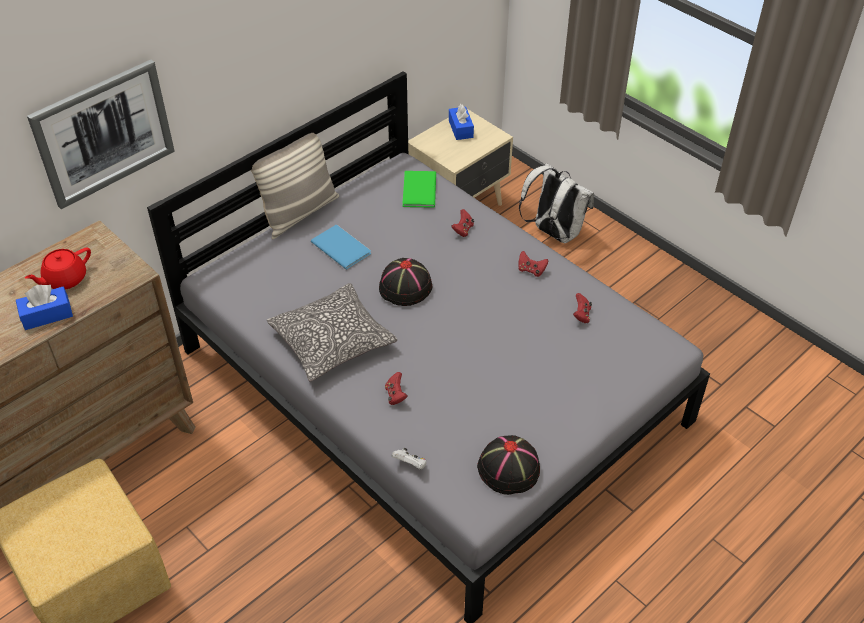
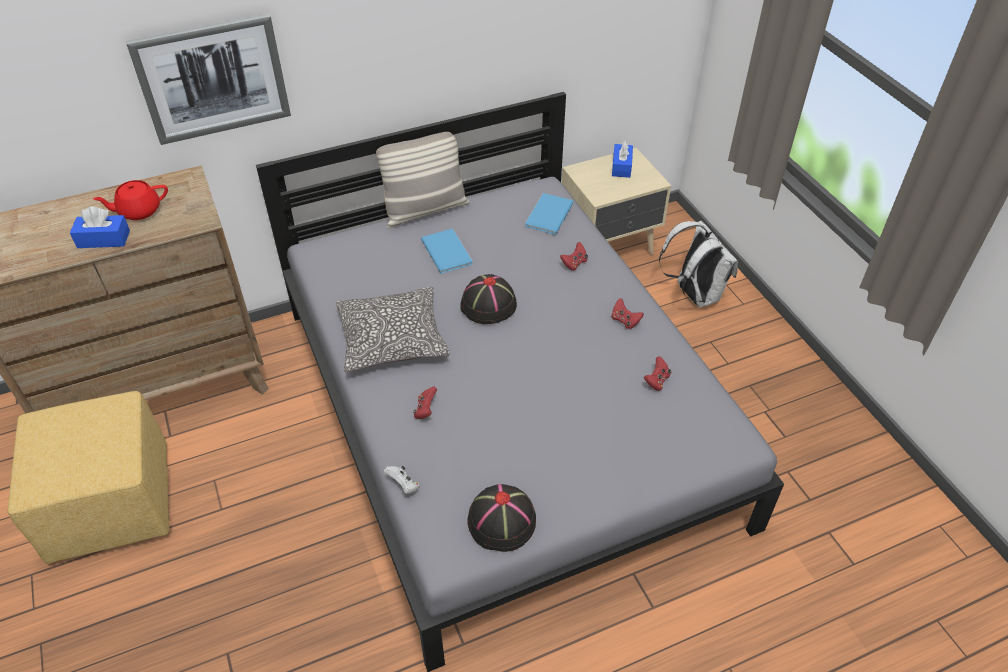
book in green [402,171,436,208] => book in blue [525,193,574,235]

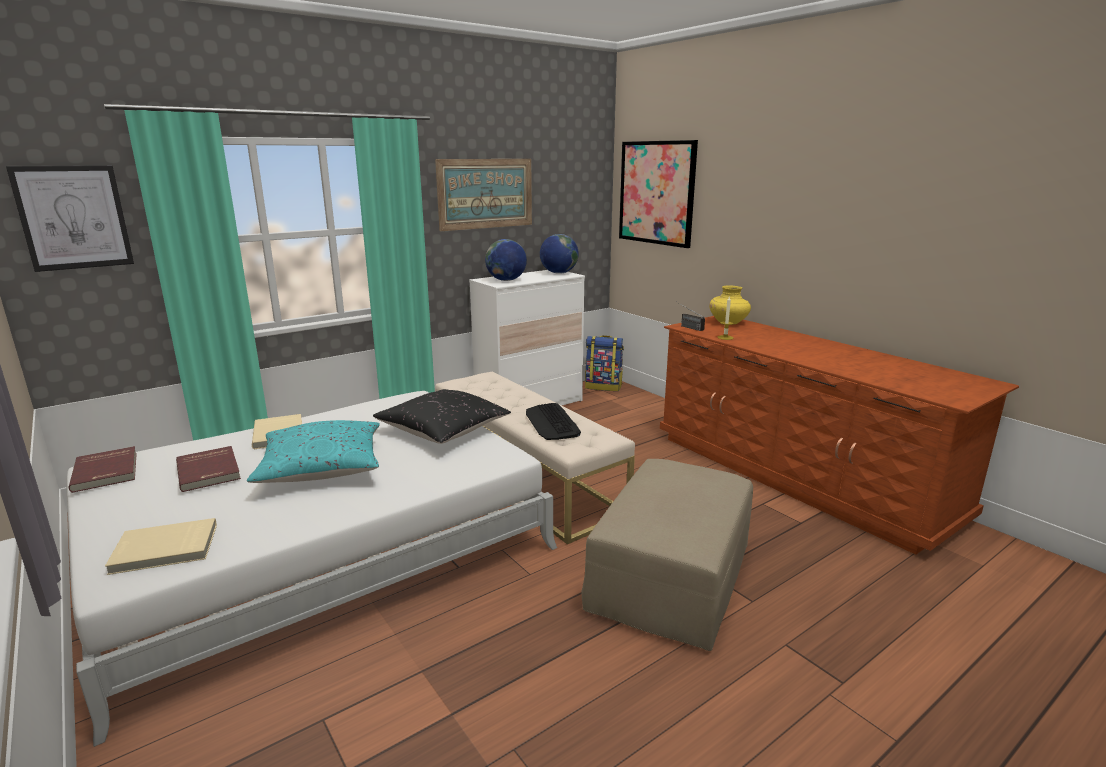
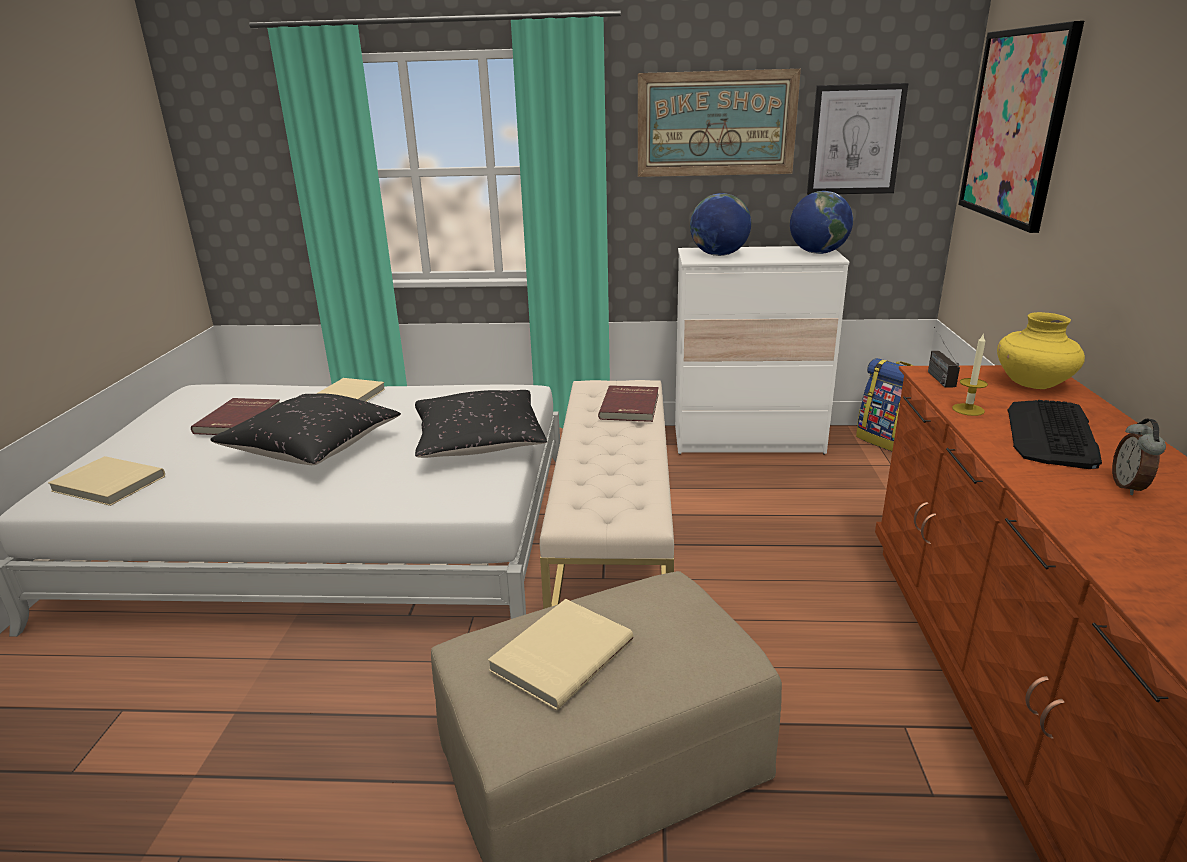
nothing => book in beige [488,599,633,710]
nothing => alarm clock [1112,419,1166,495]
picture [6,165,134,272] => picture [807,83,908,195], moved
book in red [69,446,137,493] => book in red [598,385,659,422], moved
keyboard [526,403,581,440] => keyboard [1008,400,1102,469], moved
pillow in turquoise [247,420,380,483] => pillow in black [210,394,401,465]

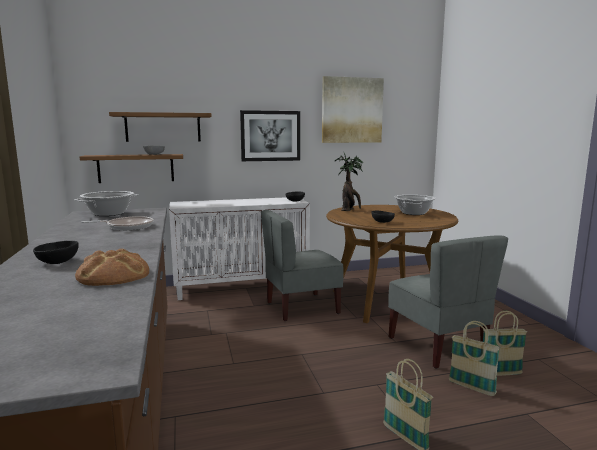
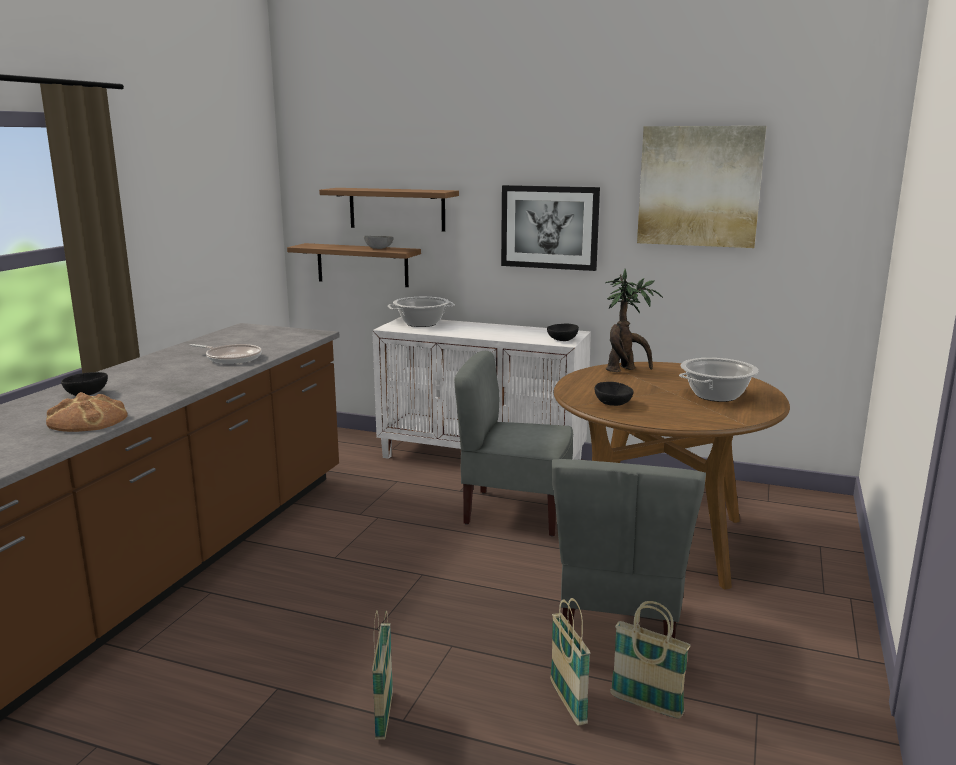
cooking pot [75,191,138,216] => cooking pot [388,297,455,327], moved

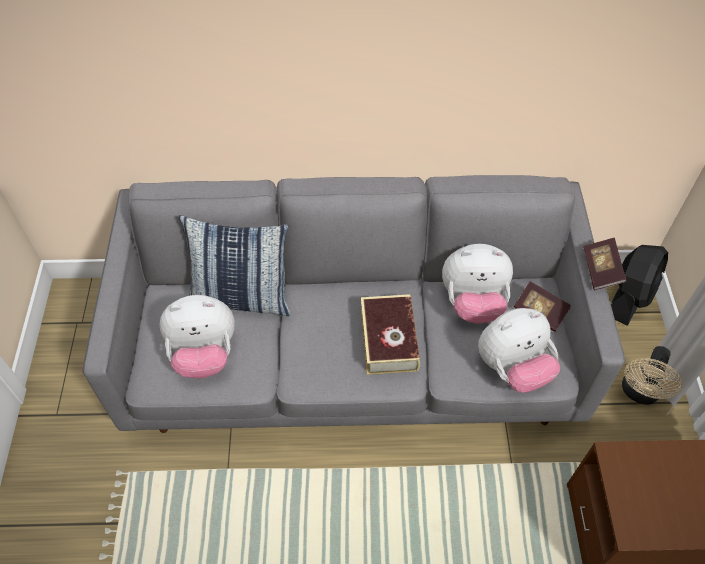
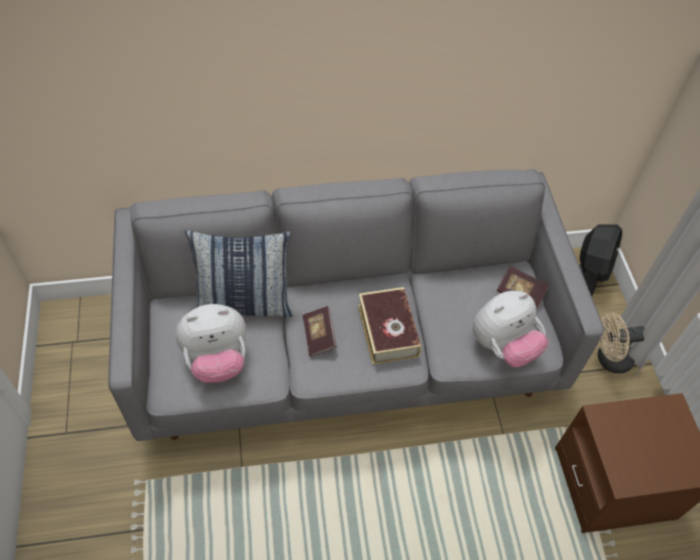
plush toy [442,244,513,324] => nothing
book [583,238,627,290] => book [303,306,337,357], moved
fan in beige [622,346,682,405] => fan in beige [598,312,645,374], 60 degrees clockwise

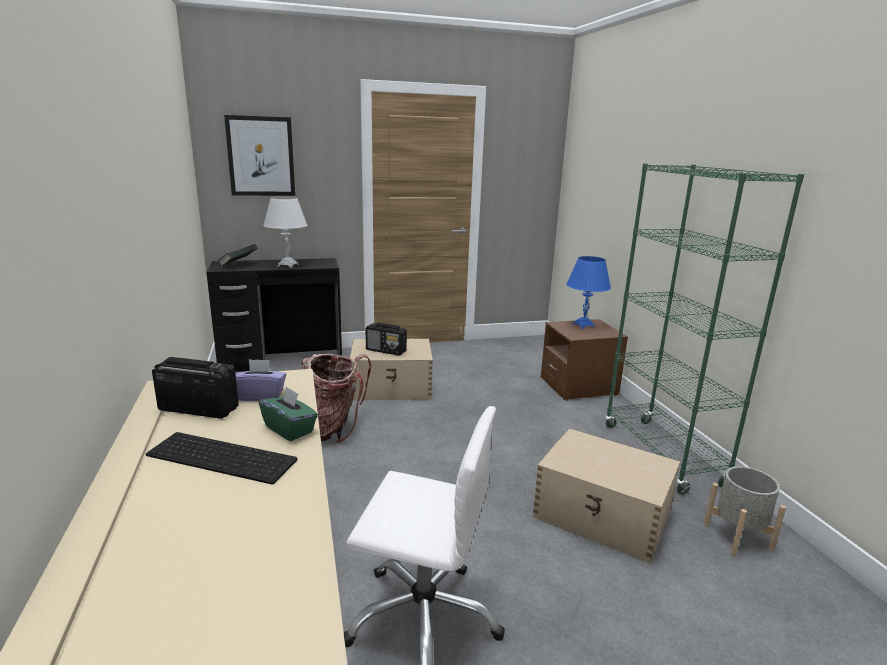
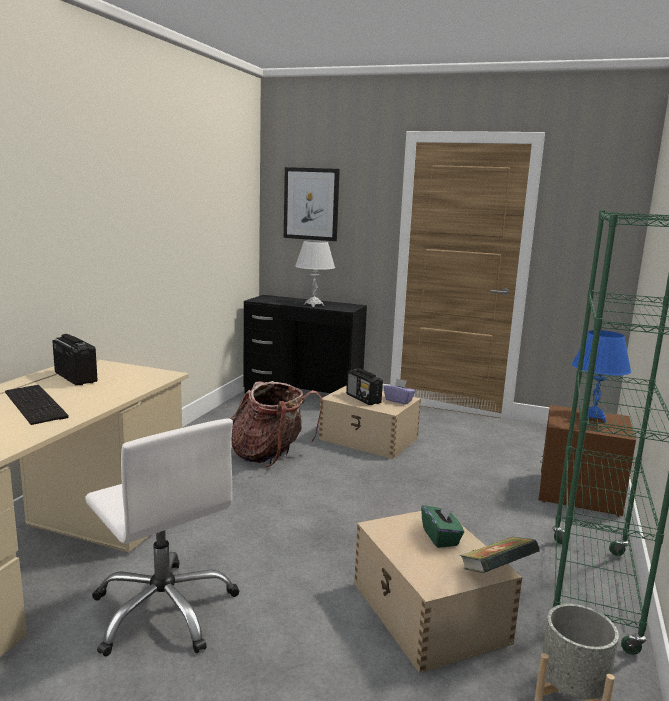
book [219,243,258,267] => book [459,537,540,573], moved
tissue box in purple [236,359,287,401] => tissue box in purple [384,378,415,404], moved
tissue box in green [259,386,318,441] => tissue box in green [421,501,464,548], moved

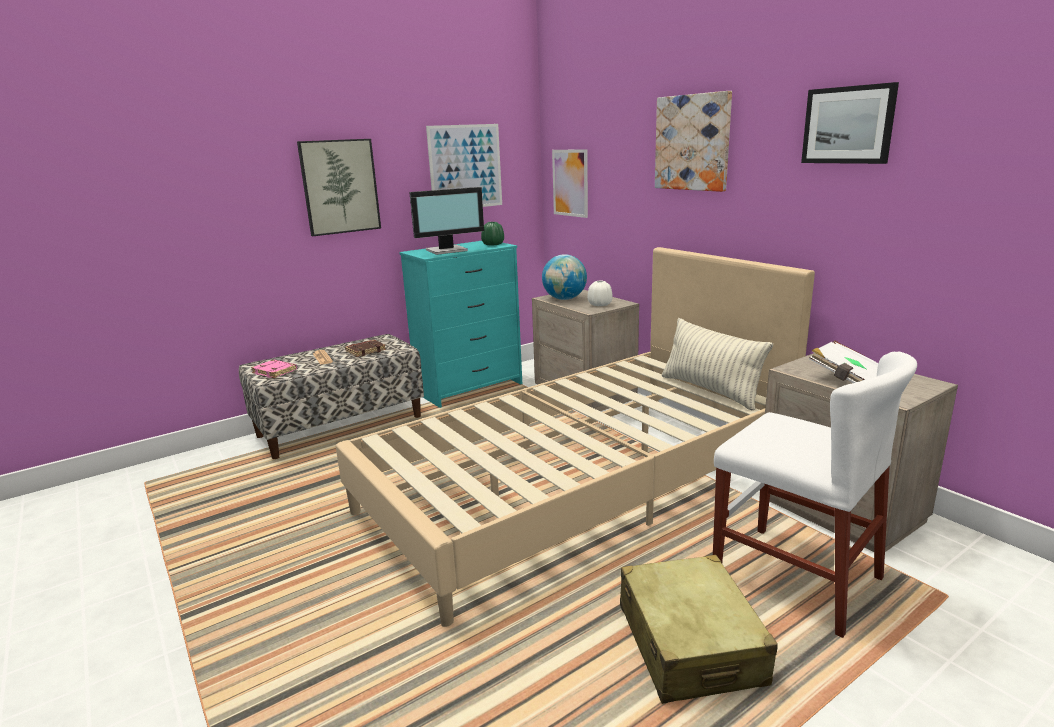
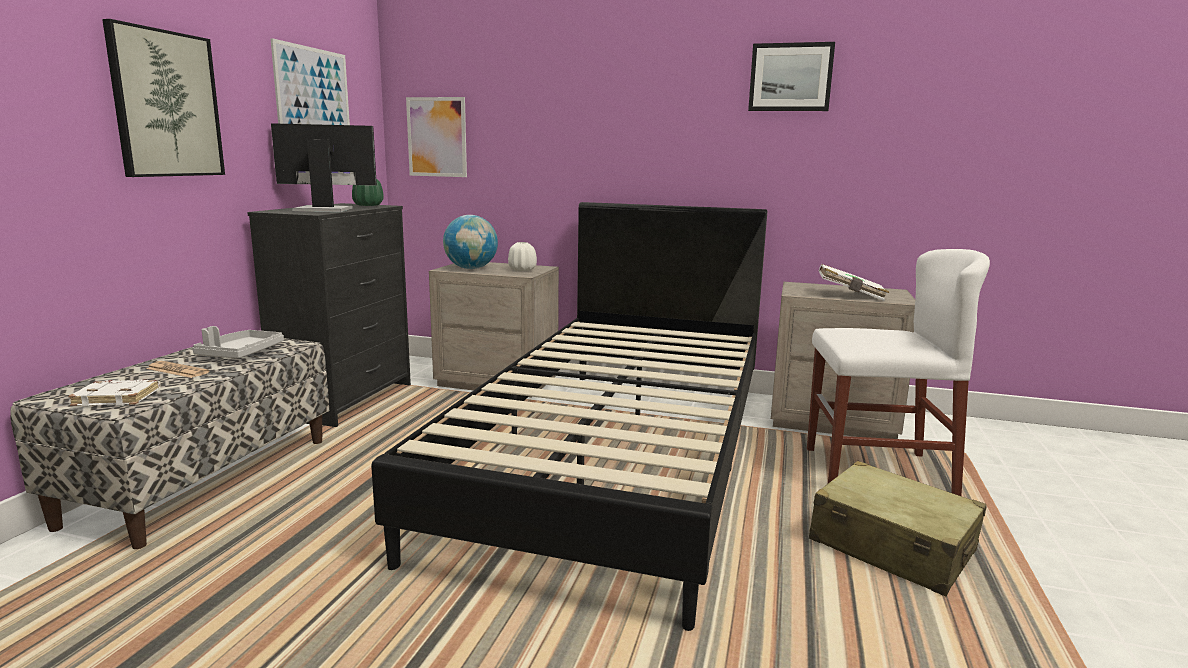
picture [655,91,732,192] => nothing
pillow [662,318,773,410] => nothing
book in brown [345,340,386,357] => tray in grey [192,326,284,358]
book in pink [251,360,297,378] => book in white [68,380,160,407]
bed in beige [336,247,815,627] => bed in black [371,202,767,631]
dresser in turquoise [399,241,522,408] => dresser in black [247,203,411,427]
monitor [409,187,484,255] => monitor [271,123,377,212], 120 degrees counterclockwise

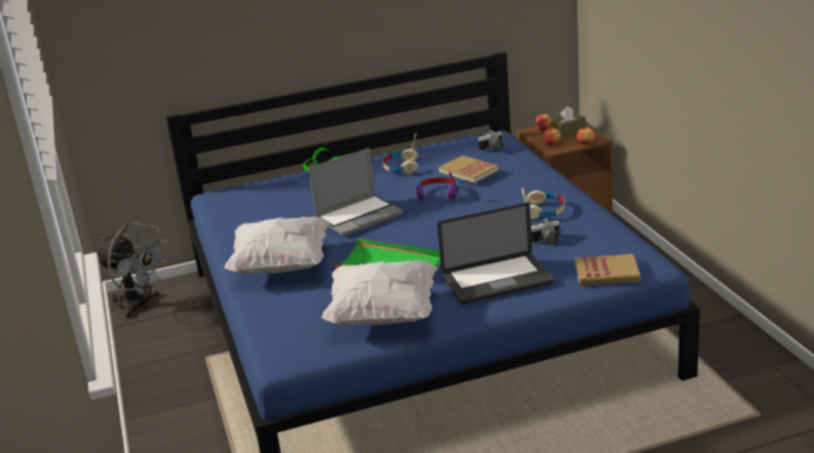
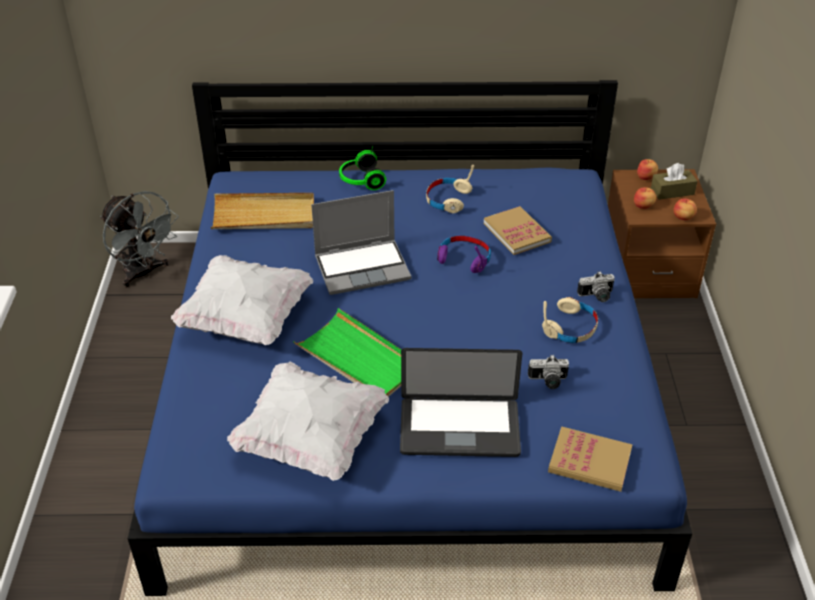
nothing => tray in beige [211,193,314,229]
photo camera [478,130,503,152] => photo camera [577,271,615,302], moved

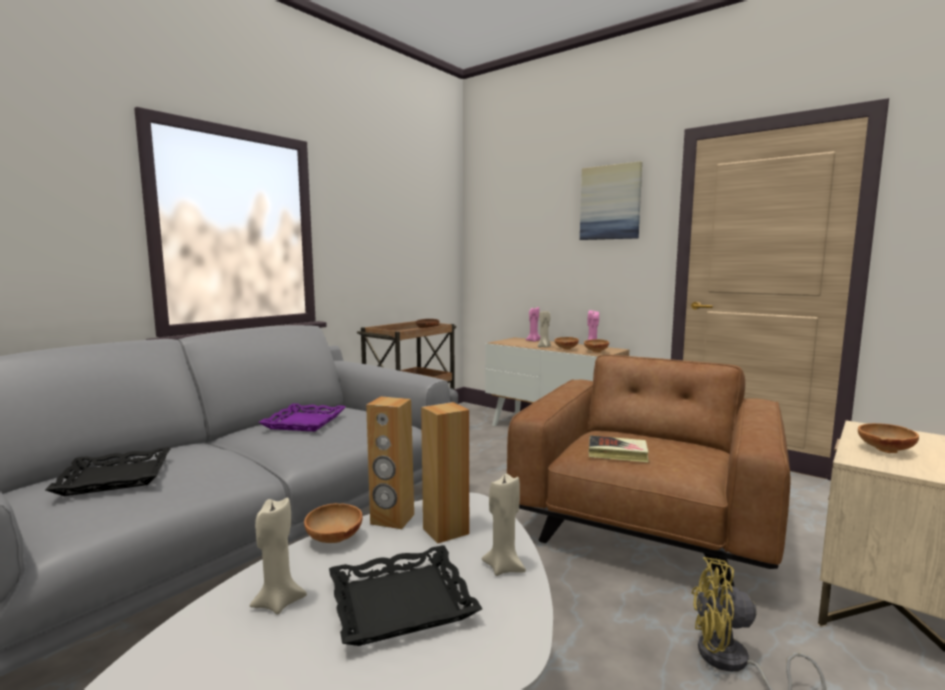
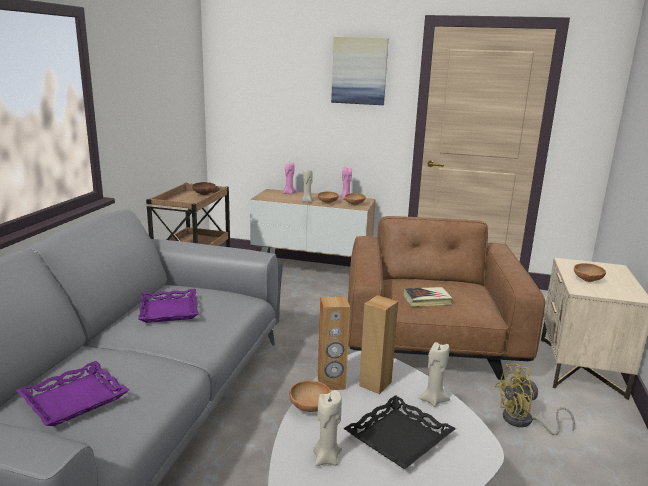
tray in black [45,447,171,496] => tray in purple [16,361,129,426]

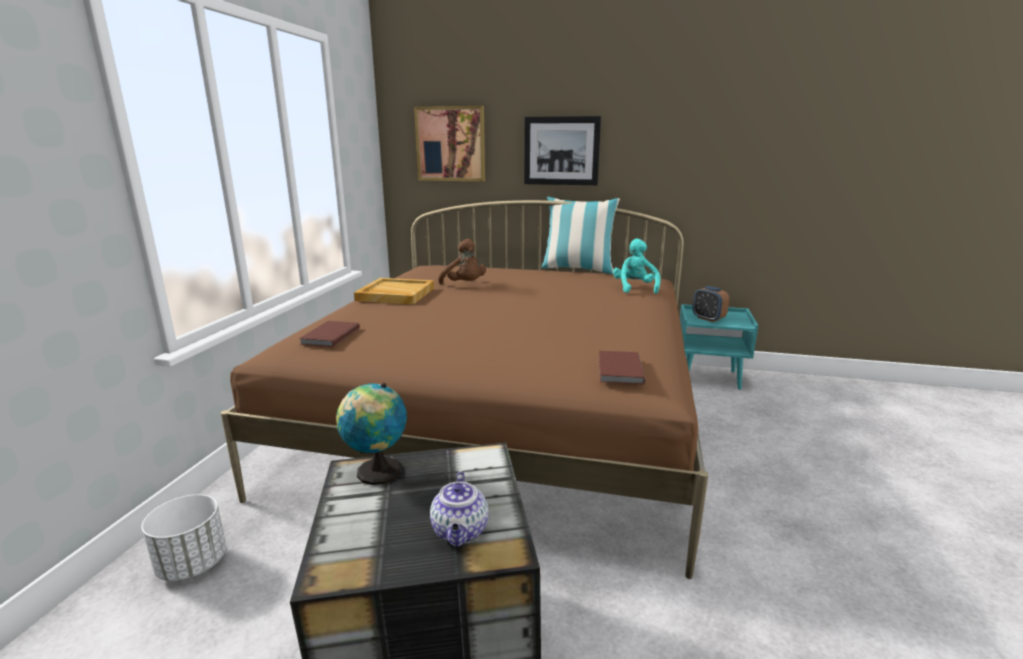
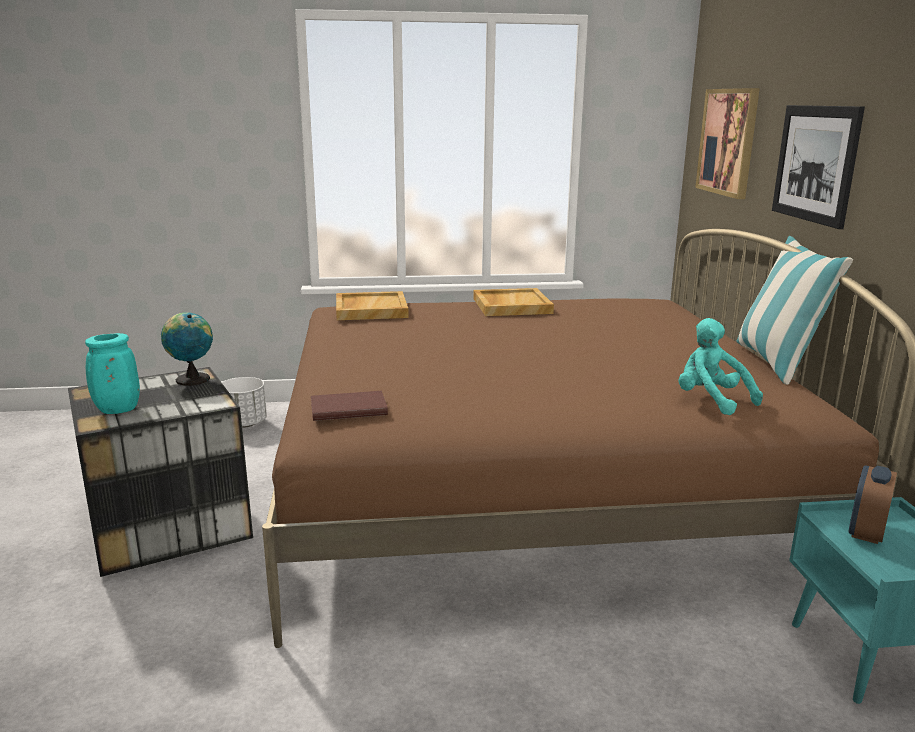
plush toy in brown [438,239,486,284] => nothing
book in brown [299,321,360,347] => tray in beige [336,291,409,320]
teapot [430,471,489,547] => vase in turquoise [85,333,140,414]
plush toy in turquoise [613,238,660,294] => plush toy in turquoise [679,318,763,415], 105 degrees counterclockwise

